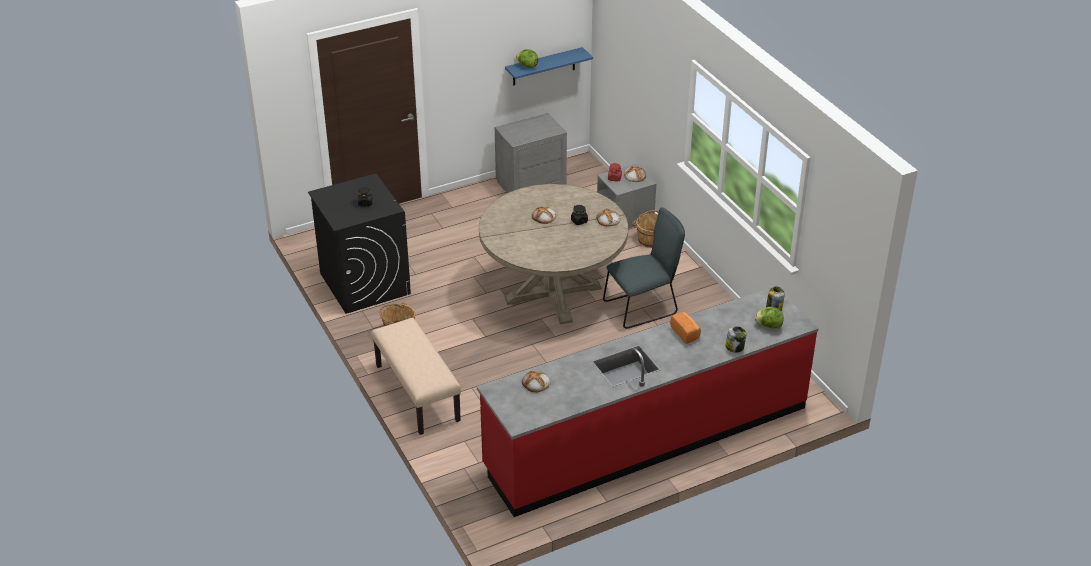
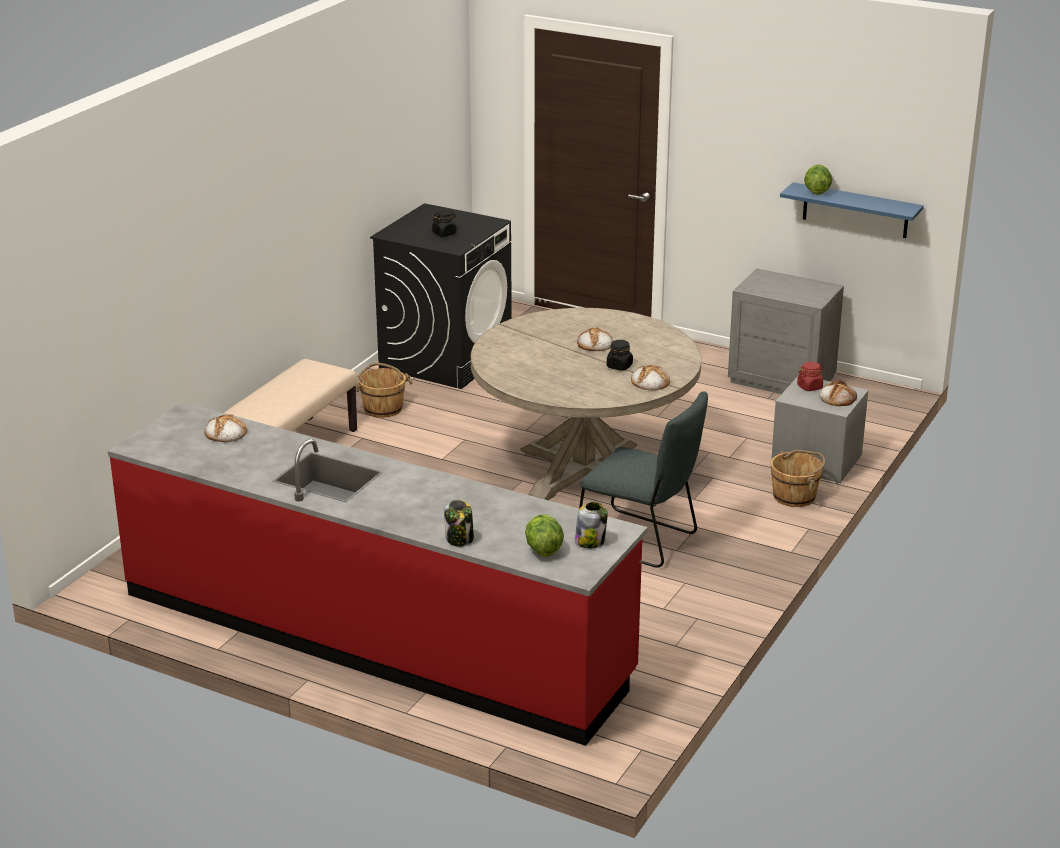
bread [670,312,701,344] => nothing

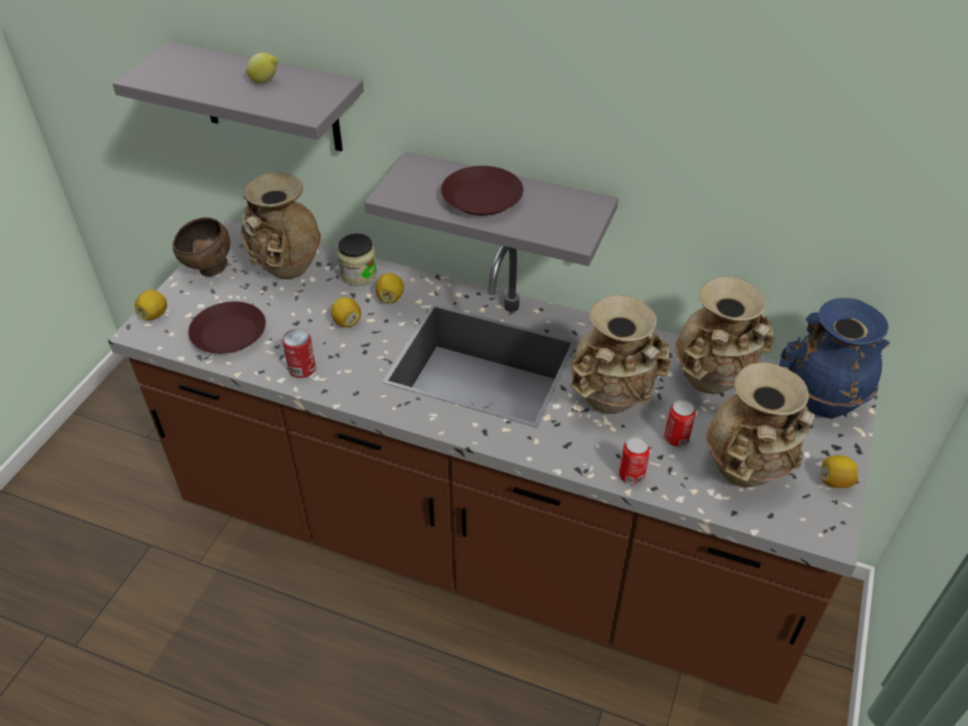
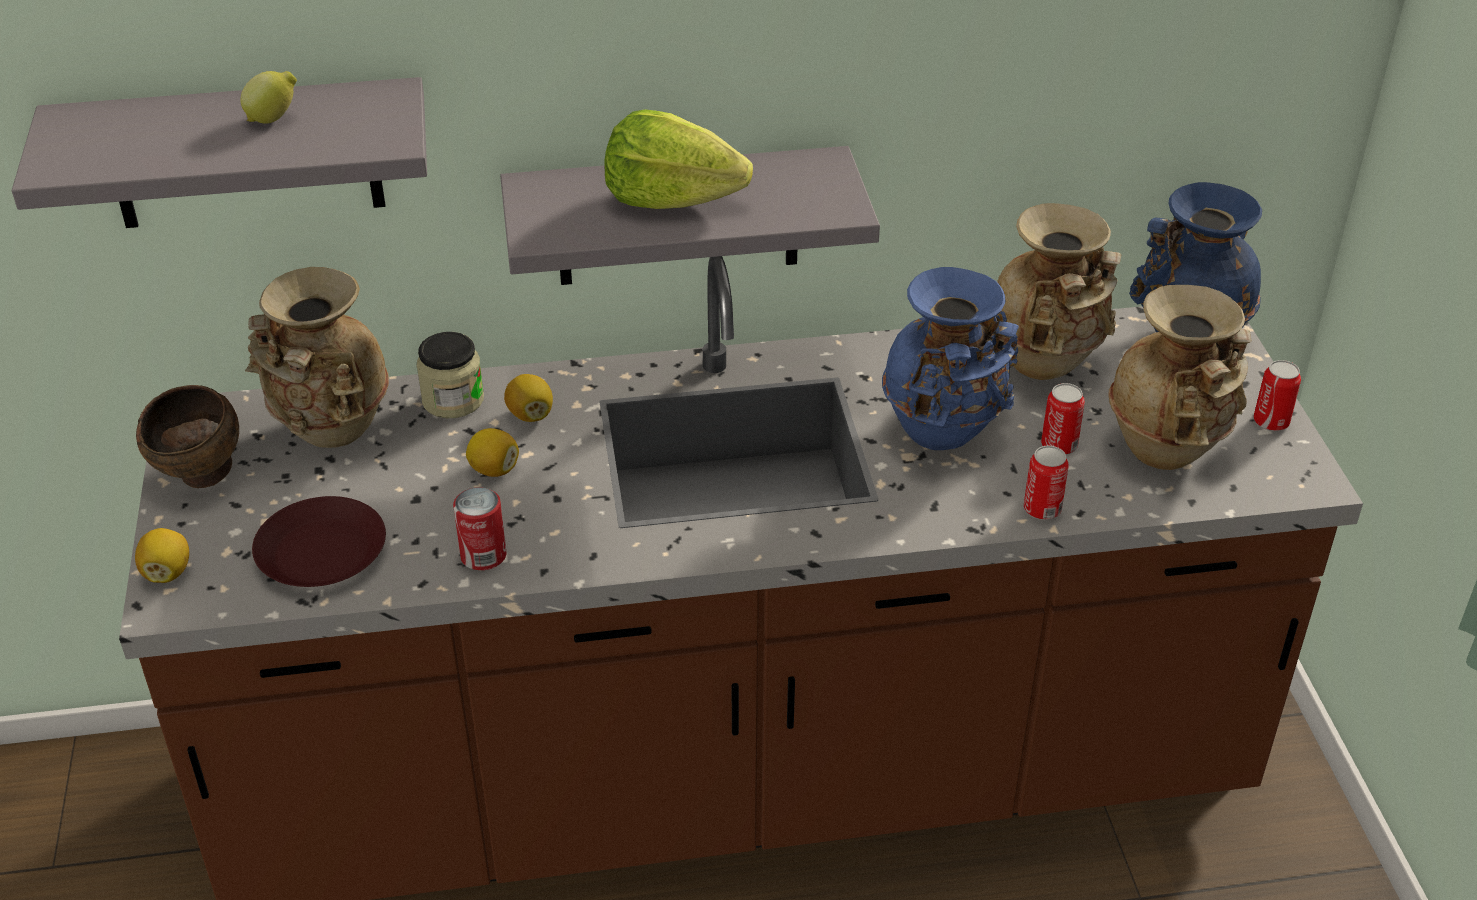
plate in brown [441,166,523,216] => lettuce [605,109,753,209]
lemon [821,455,858,488] => can [1254,360,1301,431]
vase in beige [570,295,671,414] => vase in blue [882,267,1019,450]

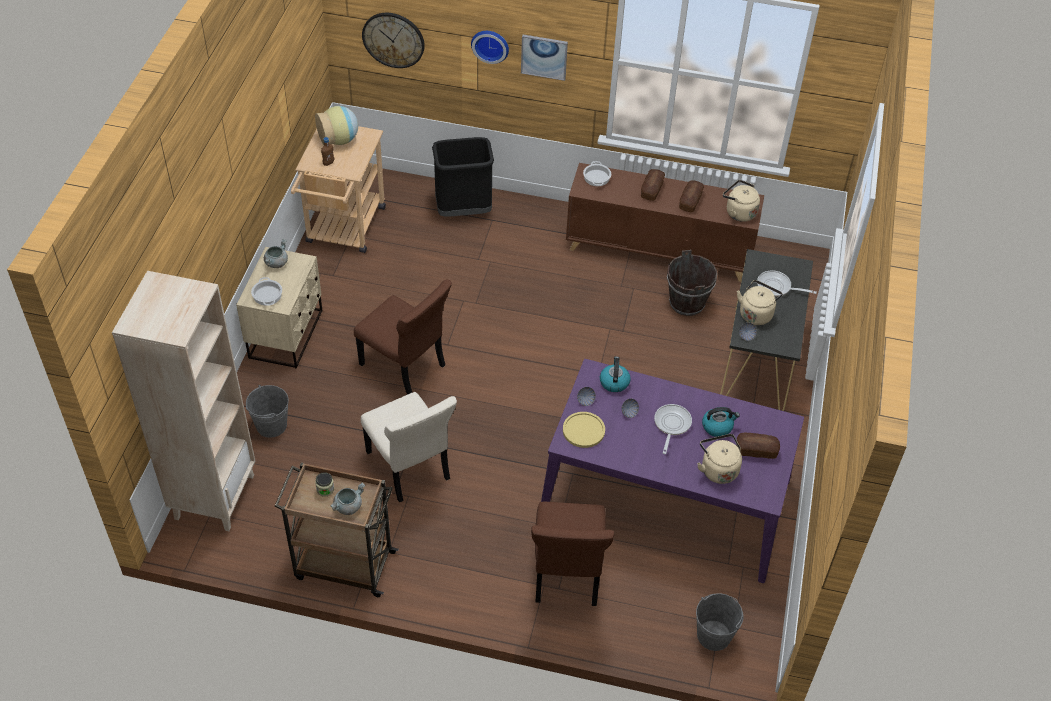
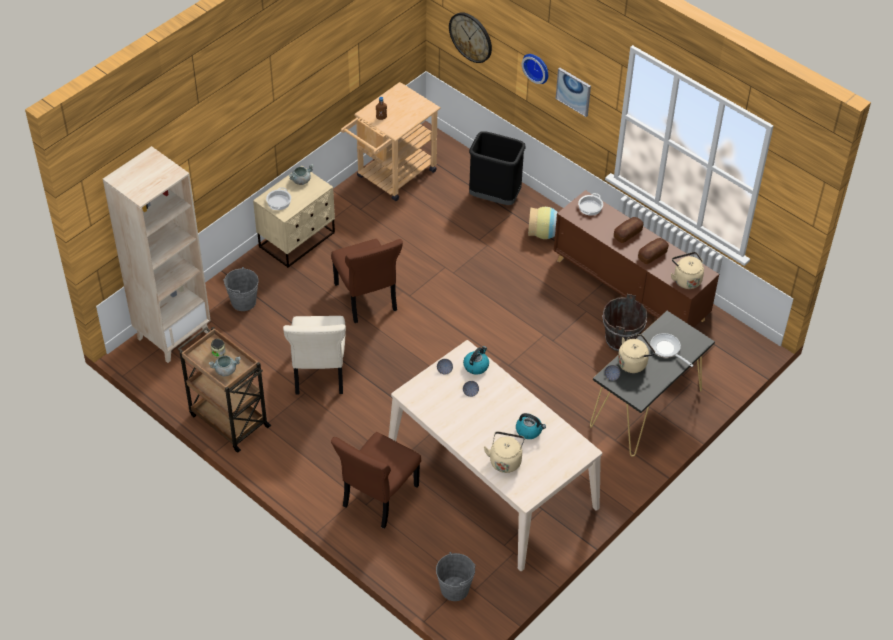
plate in yellow [563,412,605,448] => nothing
frying pan [654,404,692,454] => nothing
bread [736,433,780,459] => nothing
vase [315,106,358,145] => vase [528,207,558,239], moved
dining table in purple [541,359,804,583] => dining table in beige [388,340,602,571]

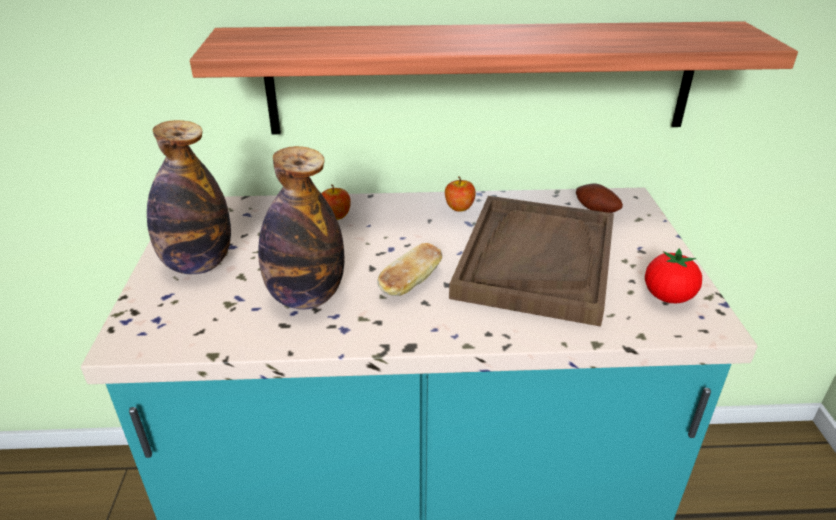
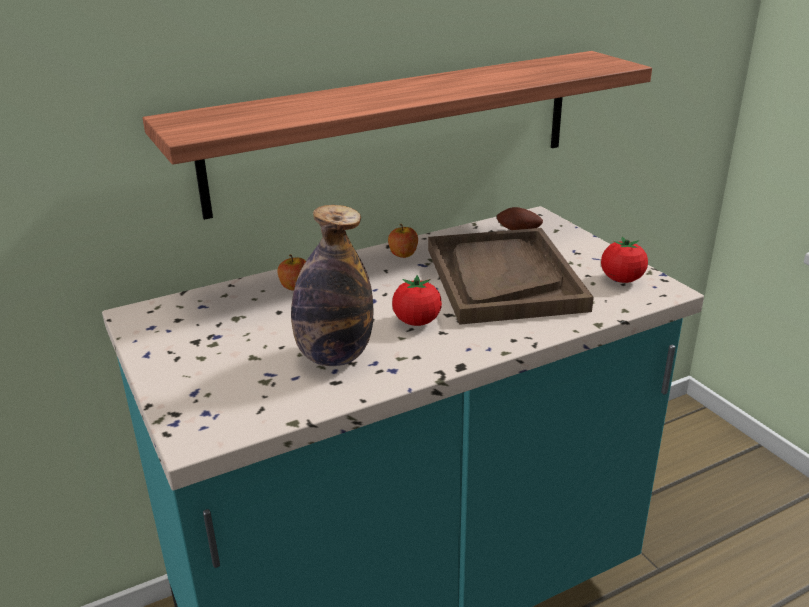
bottle [147,120,231,274] => nothing
bread [377,243,442,296] => tomato [392,275,442,326]

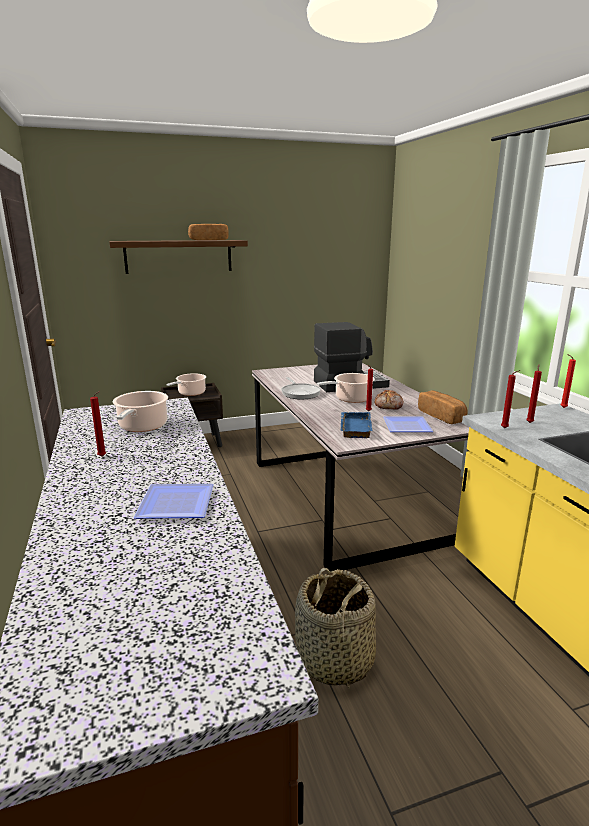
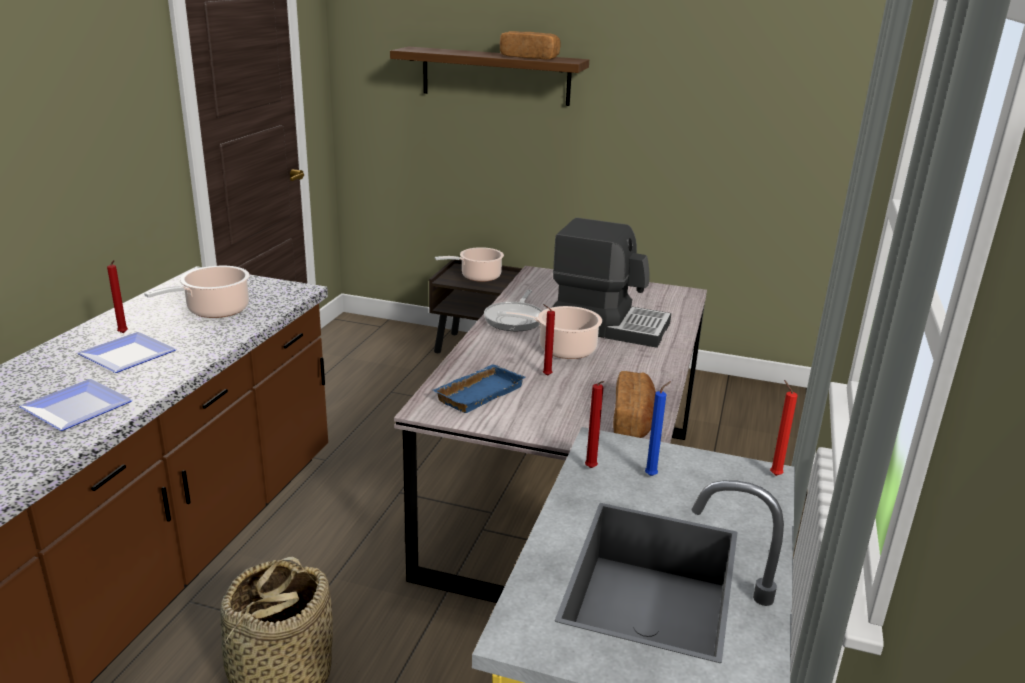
bread [374,390,404,409] => nothing
plate [383,416,434,432] => plate [77,332,177,373], moved
candle in red [526,364,542,423] => candle in blue [645,381,671,476]

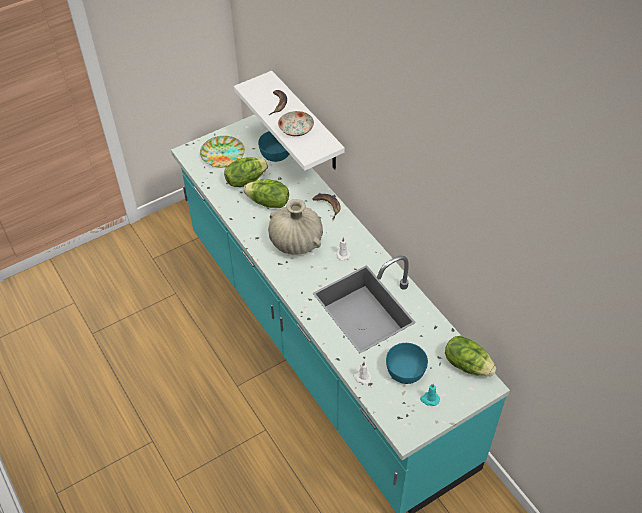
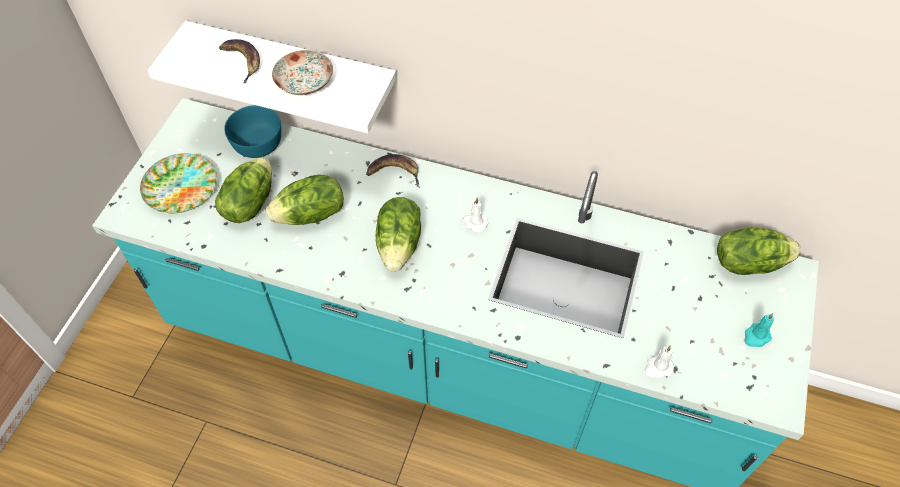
bowl in turquoise [386,343,428,384] => nothing
vase in beige [268,199,323,255] => lettuce [376,197,421,272]

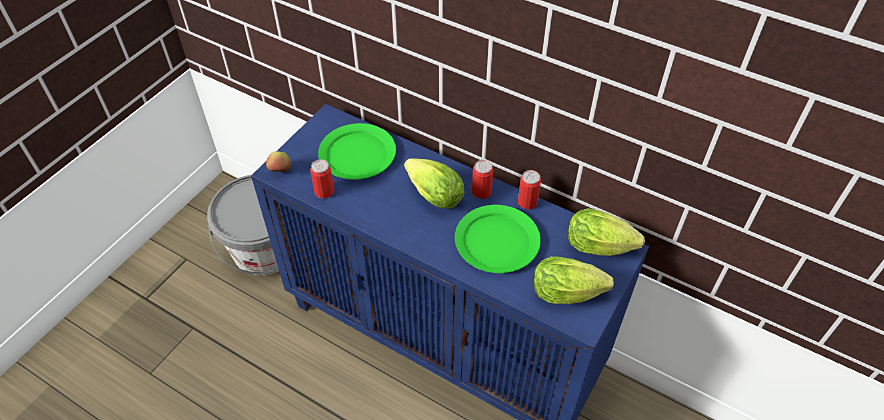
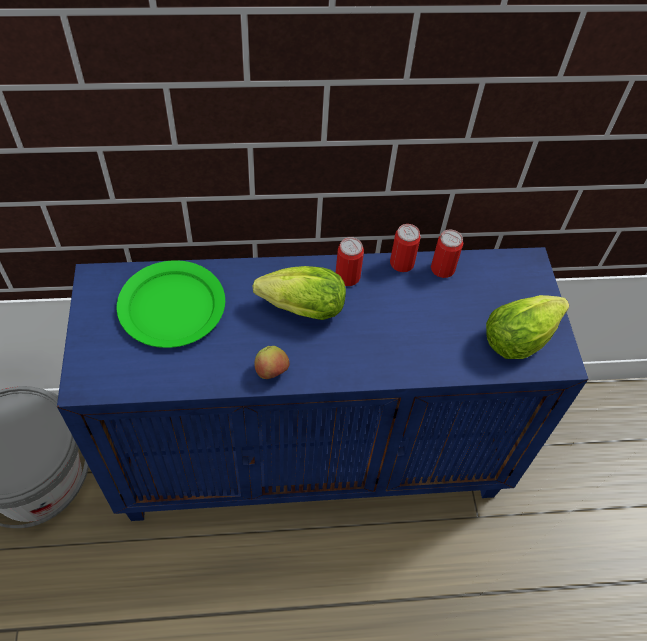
plate in green [455,205,541,273] => nothing
lettuce [568,208,645,256] => nothing
apple [266,151,291,172] => apple [255,346,289,379], moved
can [310,159,334,199] => can [431,230,463,278], moved

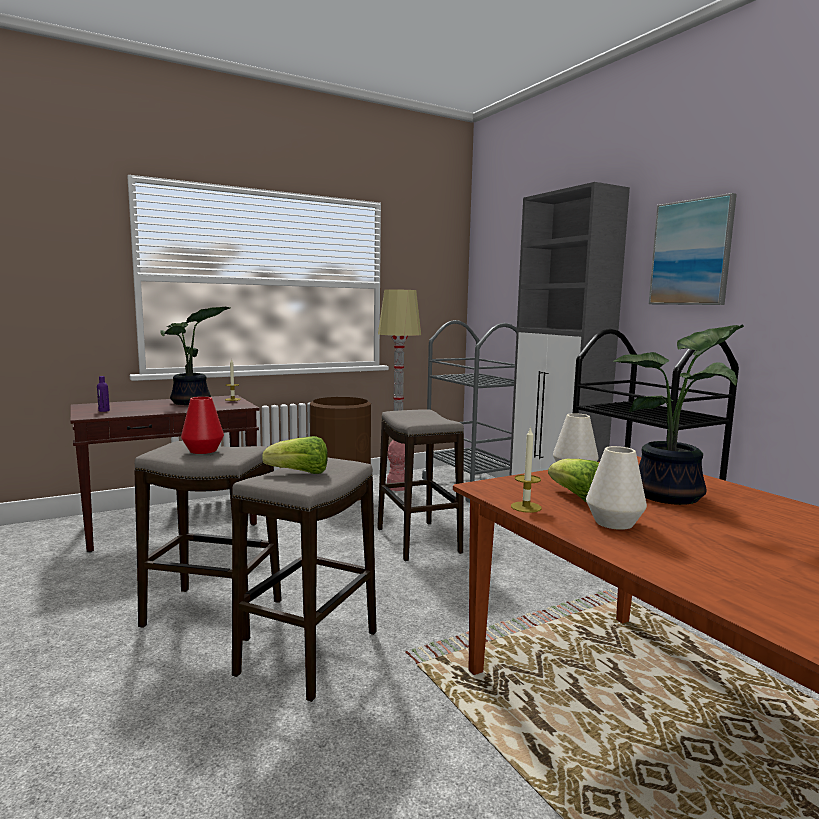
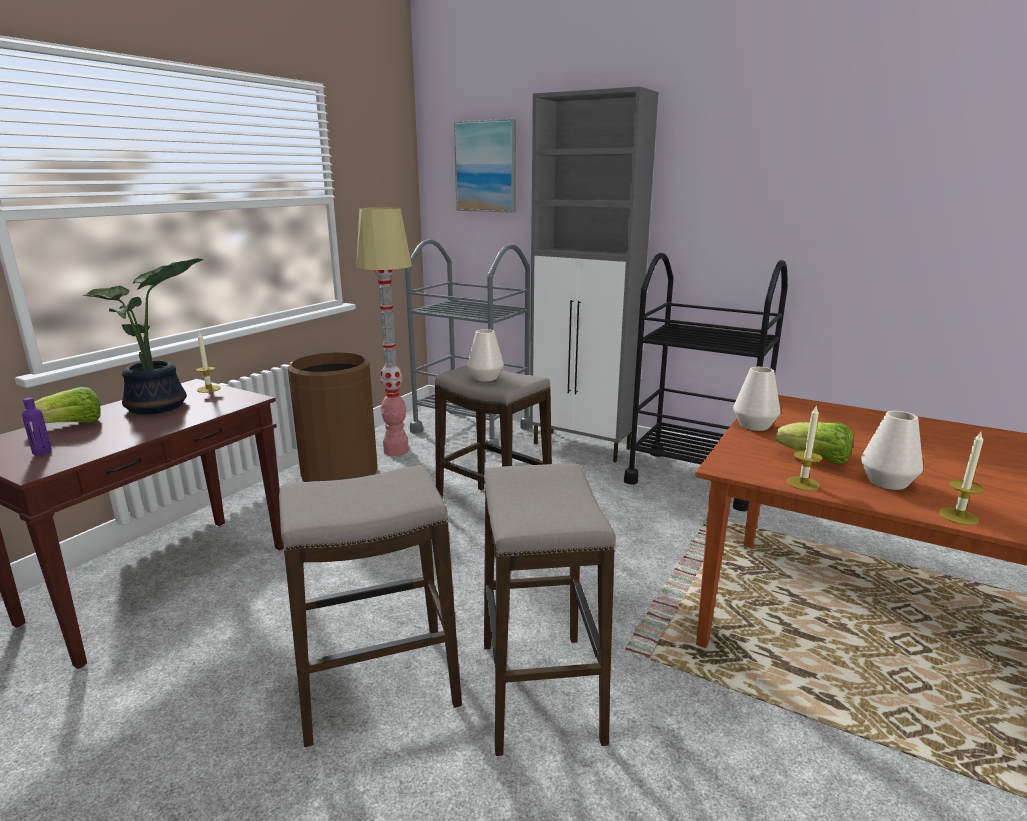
vase in red [181,397,224,454] => nothing
potted plant [613,324,744,505] => nothing
nothing => vase in white [467,329,504,381]
nothing => candle [938,430,984,525]
lettuce [262,436,328,474] => lettuce [34,387,101,423], moved
picture [649,193,737,305] => picture [454,119,516,213], moved

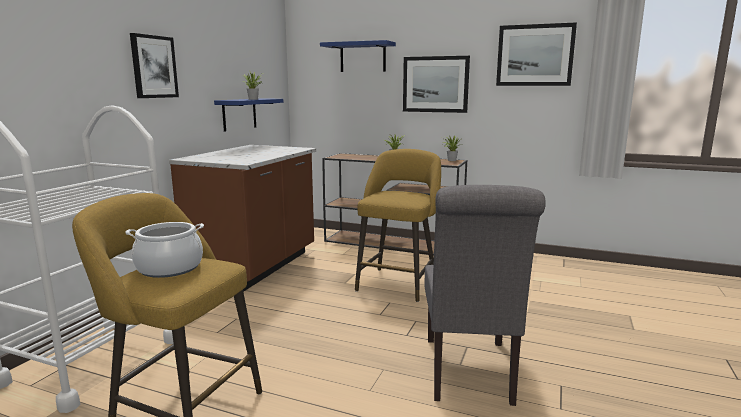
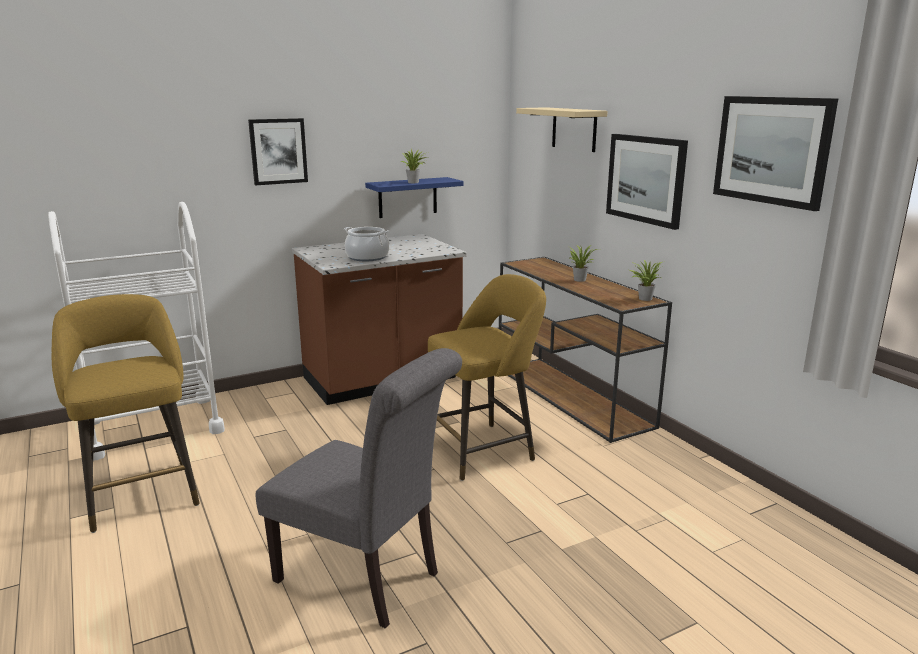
cooking pot [125,222,204,278] => cooking pot [344,227,389,261], moved
shelf in blue [320,40,396,72] => shelf in beige [516,107,608,152]
chair in grey [424,185,546,406] => chair in grey [256,348,462,629], 105 degrees counterclockwise

